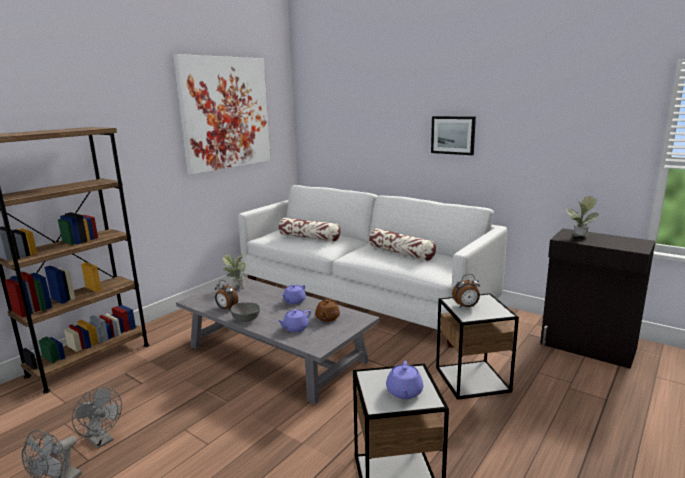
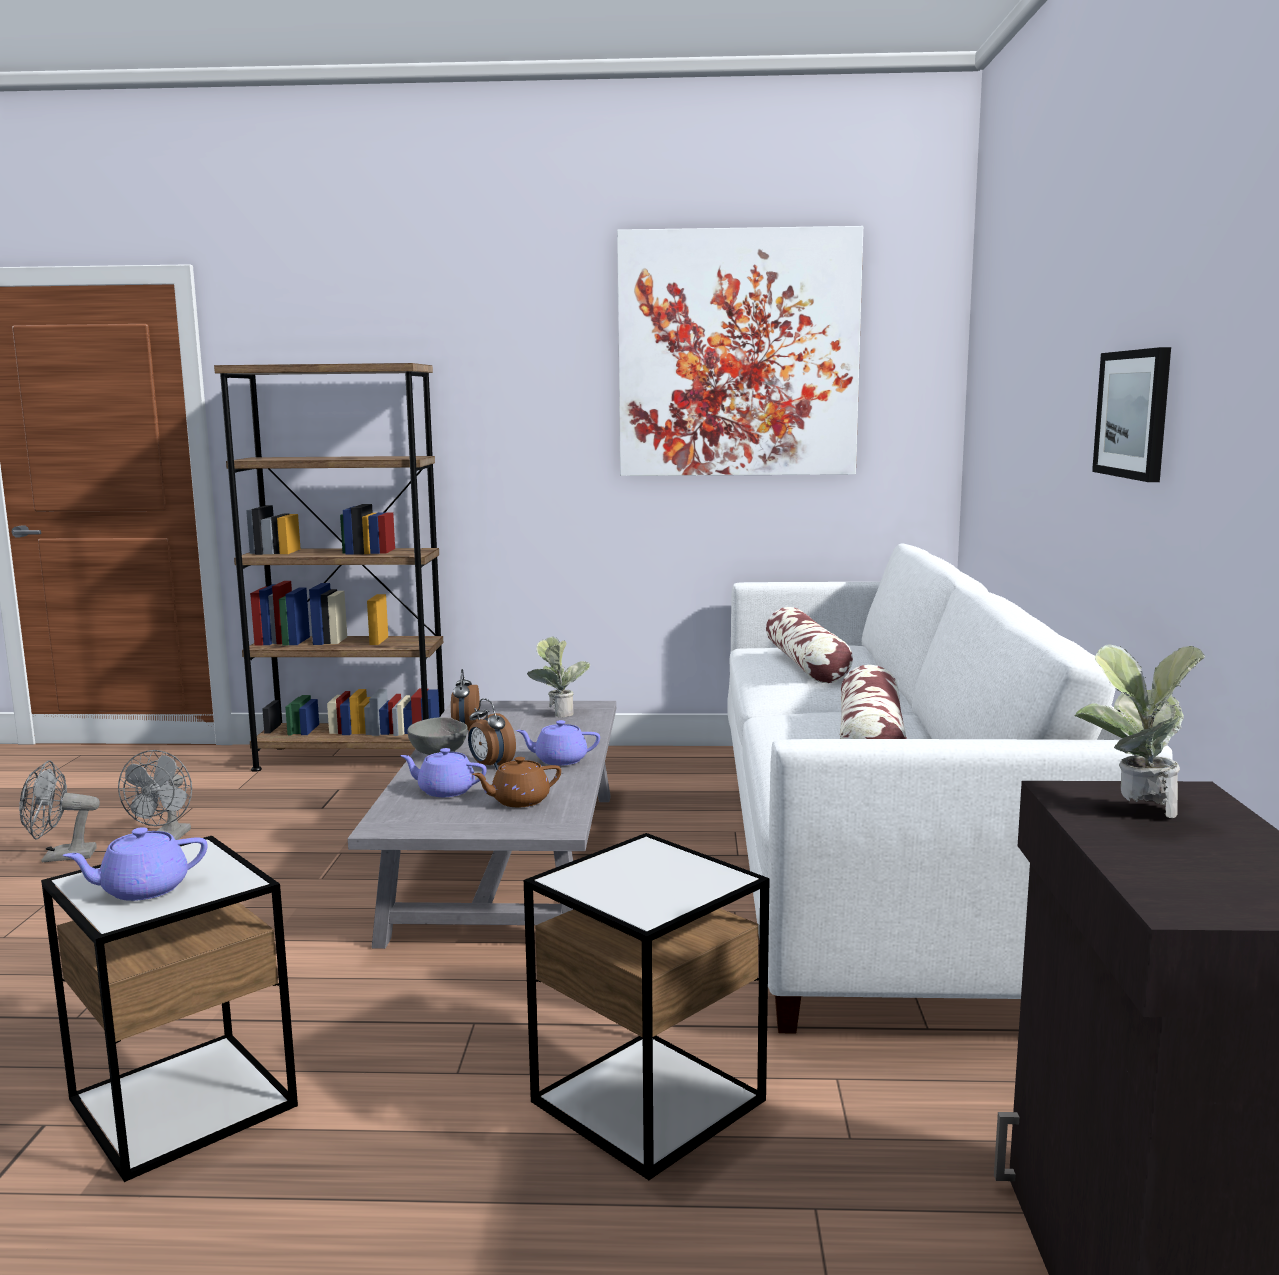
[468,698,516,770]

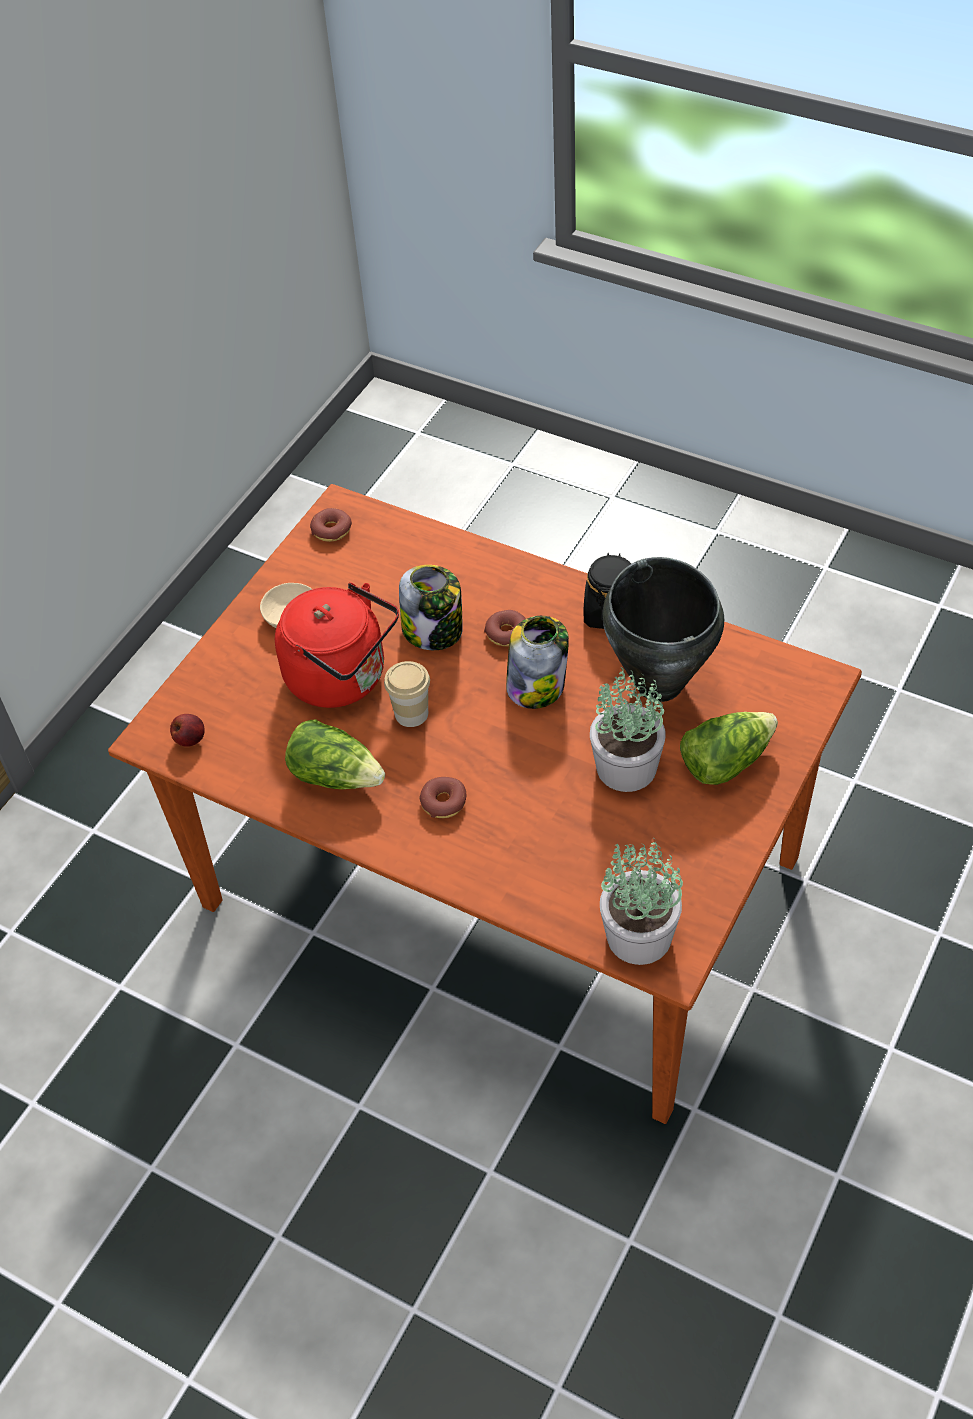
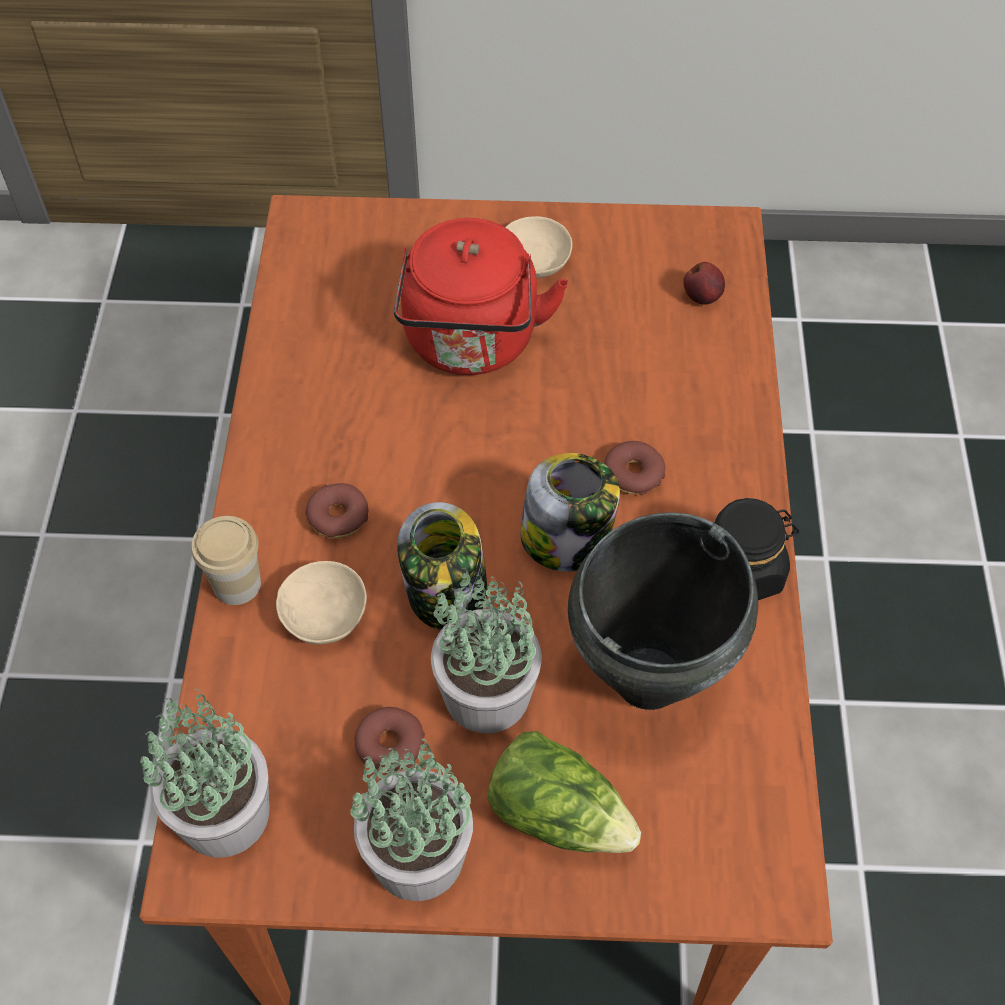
[683,262,725,305]
[285,719,385,789] (first image)
[355,707,425,772]
[192,516,261,605]
[397,502,487,630]
[276,561,367,644]
[351,739,473,901]

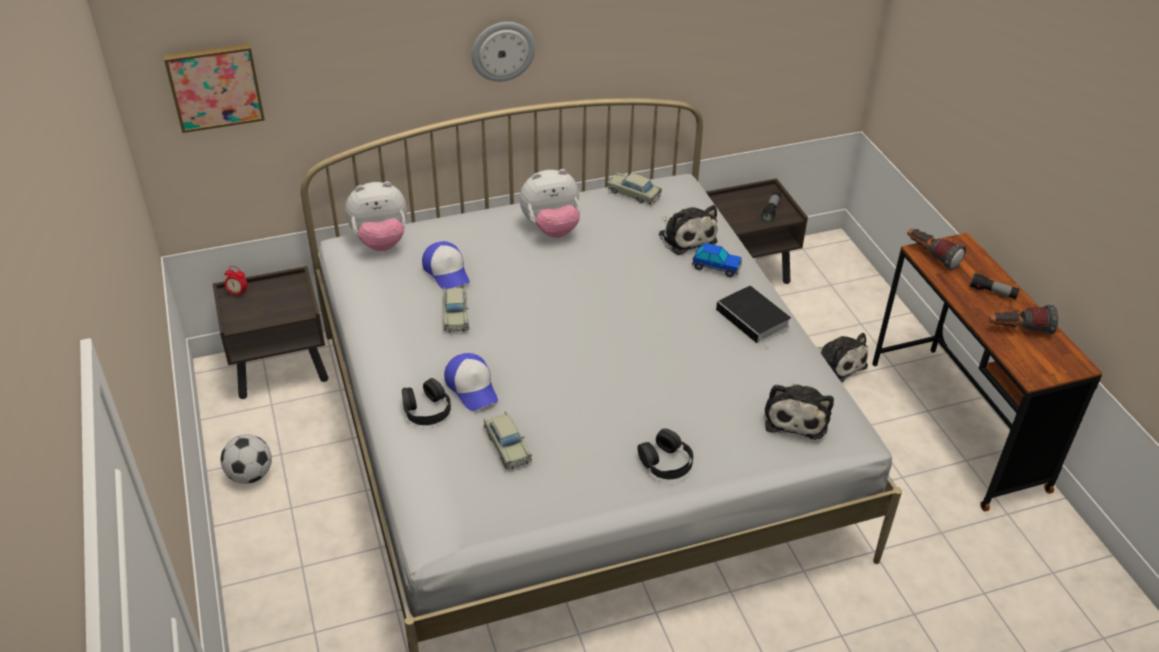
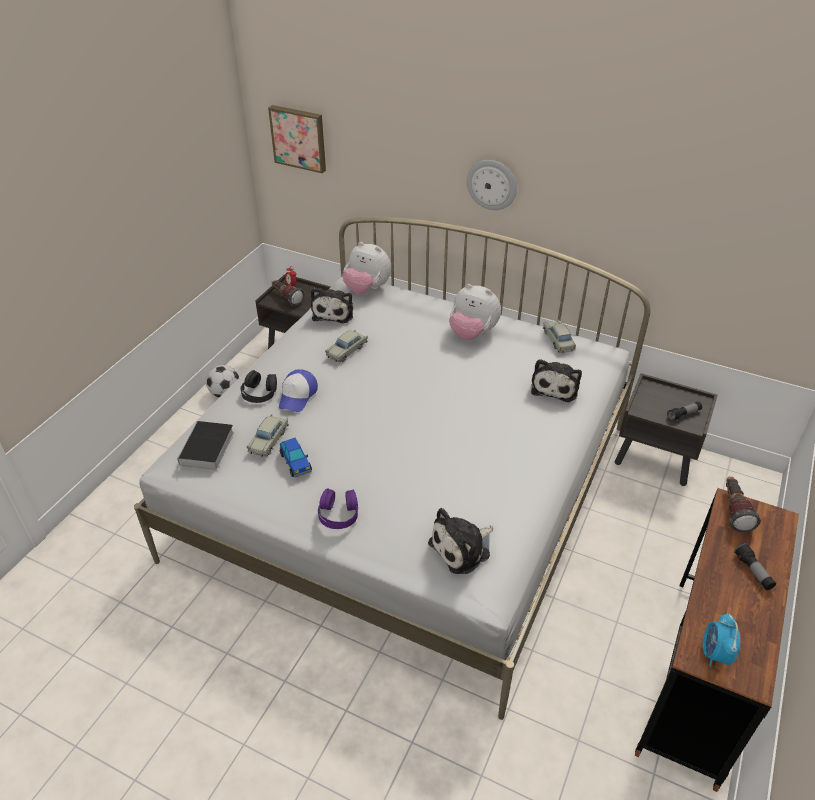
[422,241,470,289] (first image)
[318,489,358,529]
[280,438,312,477]
[177,421,234,473]
[311,288,353,324]
[272,280,304,306]
[703,613,740,667]

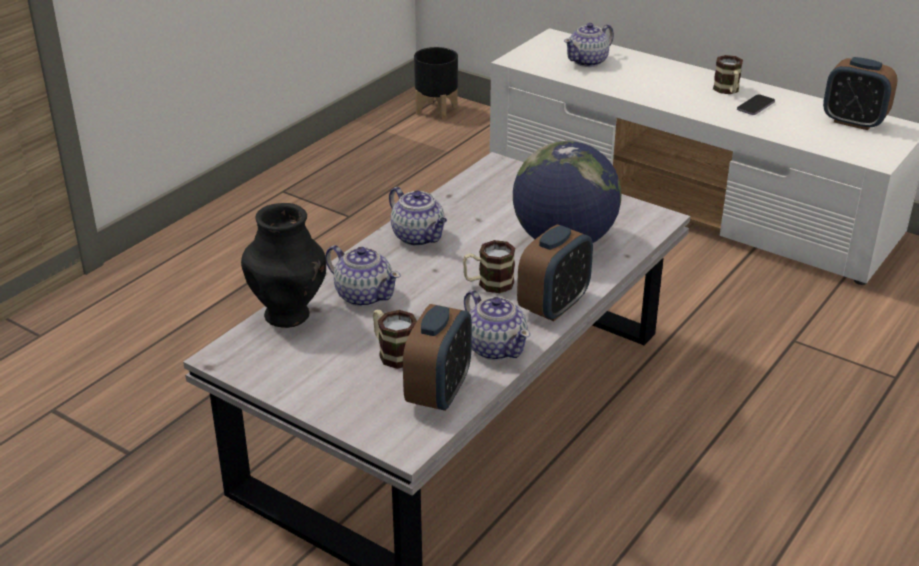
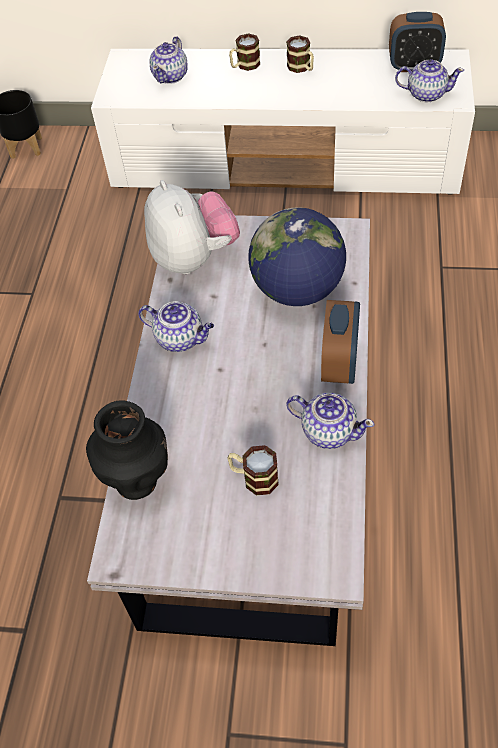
[395,59,464,102]
[403,304,472,411] (first image)
[229,33,260,71]
[737,94,775,115] (first image)
[144,180,240,274]

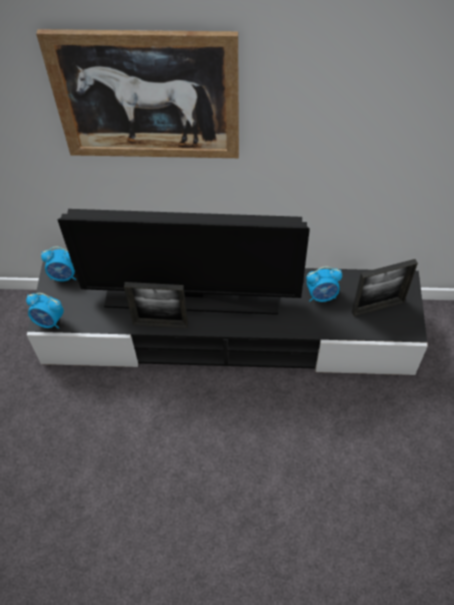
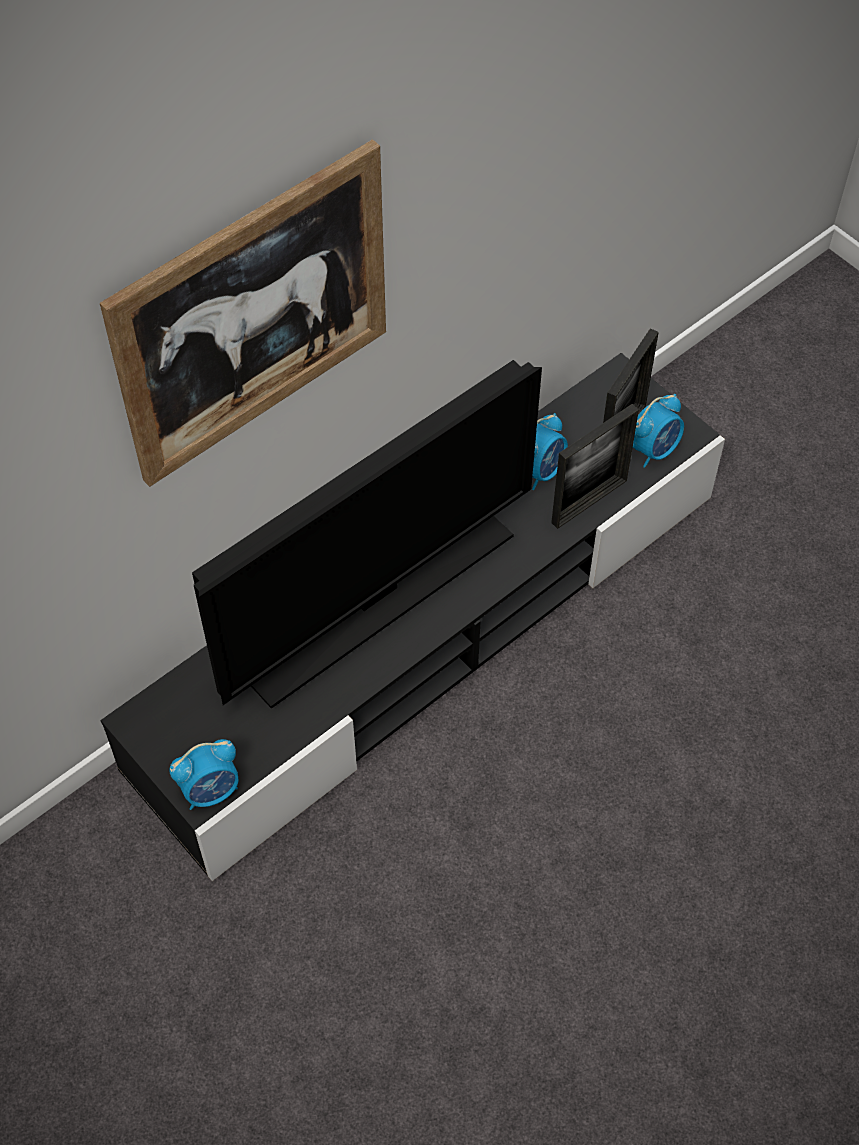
[633,394,684,468]
[551,404,639,529]

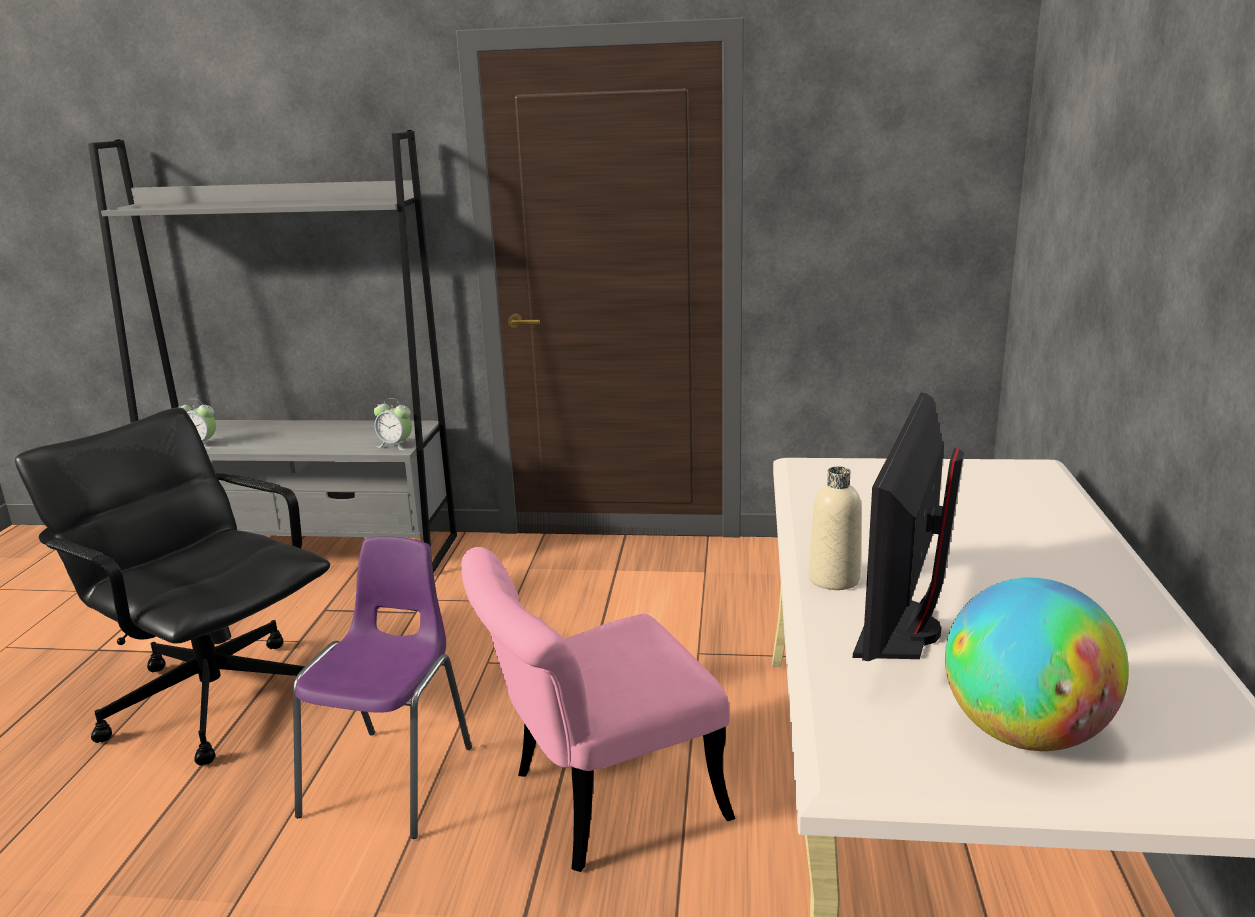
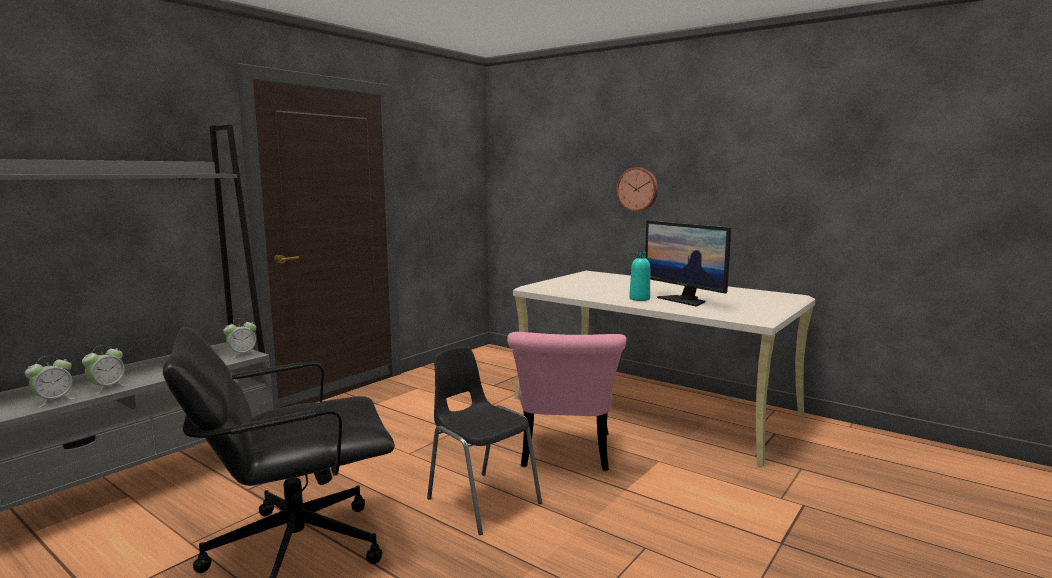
[427,347,542,535]
[629,251,650,301]
[945,578,1129,751] (first image)
[82,345,127,394]
[616,167,658,212]

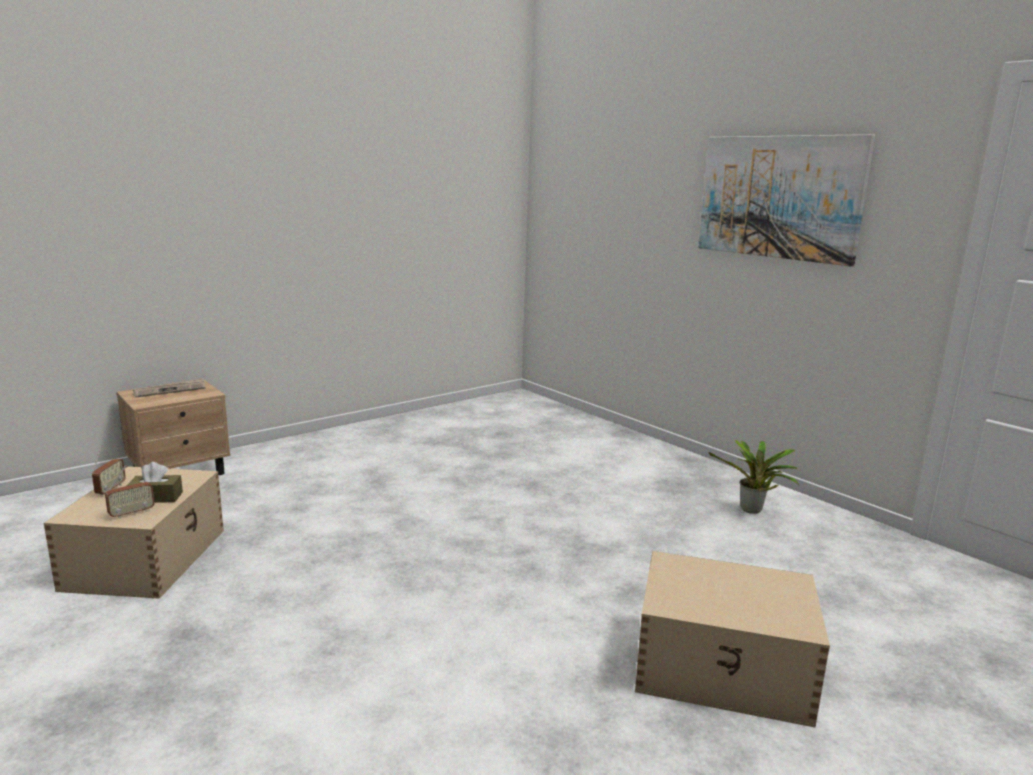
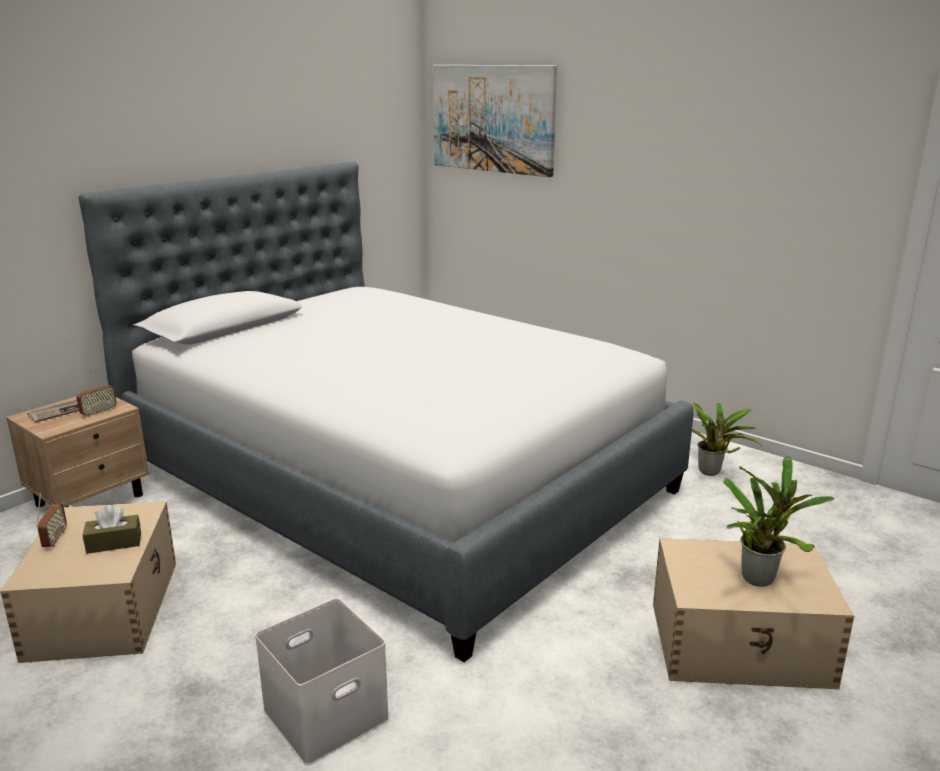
[77,371,117,417]
[433,65,557,177]
[79,161,694,662]
[255,598,389,765]
[723,456,835,587]

